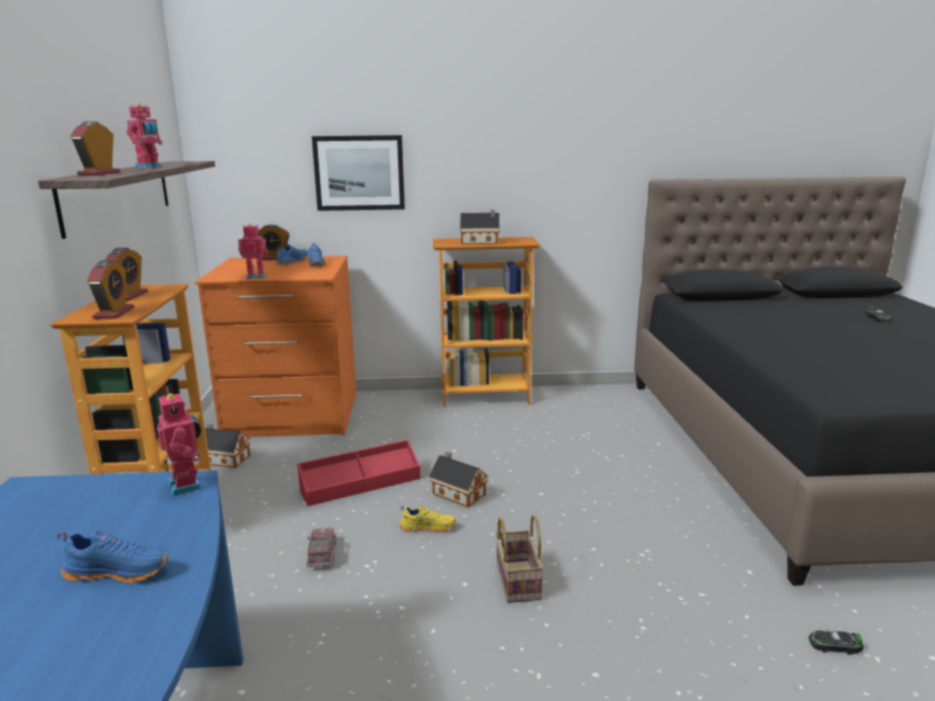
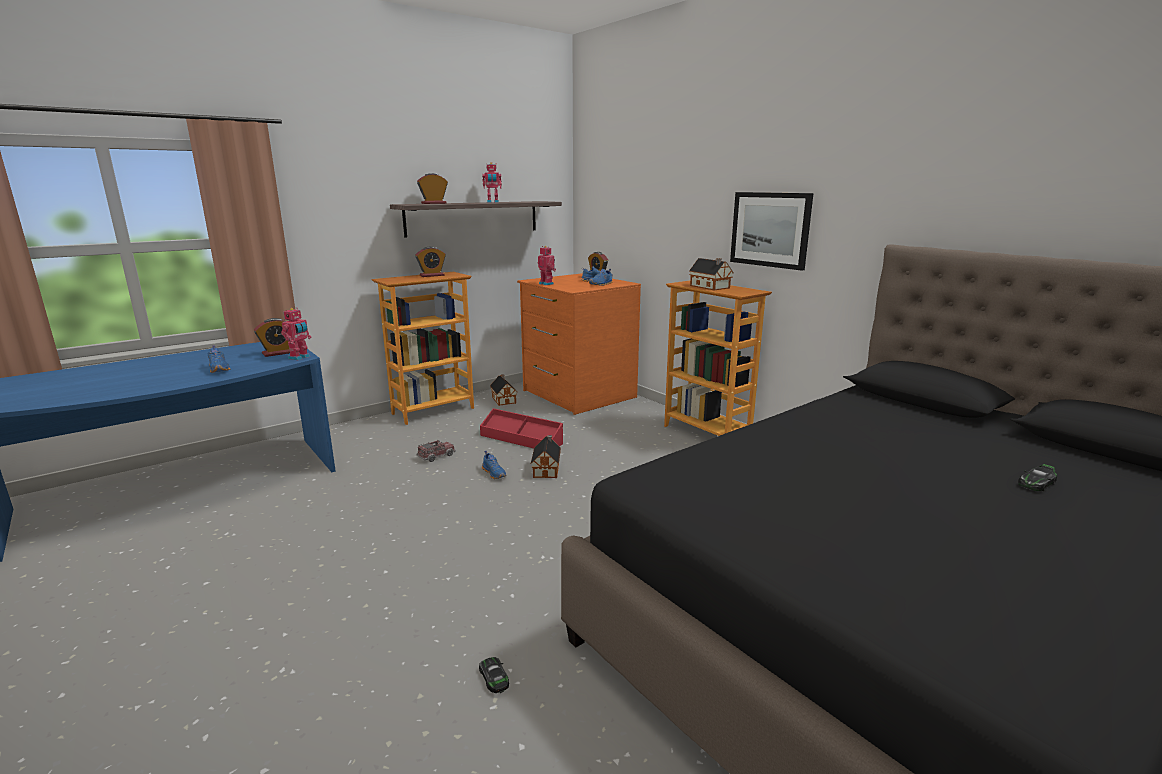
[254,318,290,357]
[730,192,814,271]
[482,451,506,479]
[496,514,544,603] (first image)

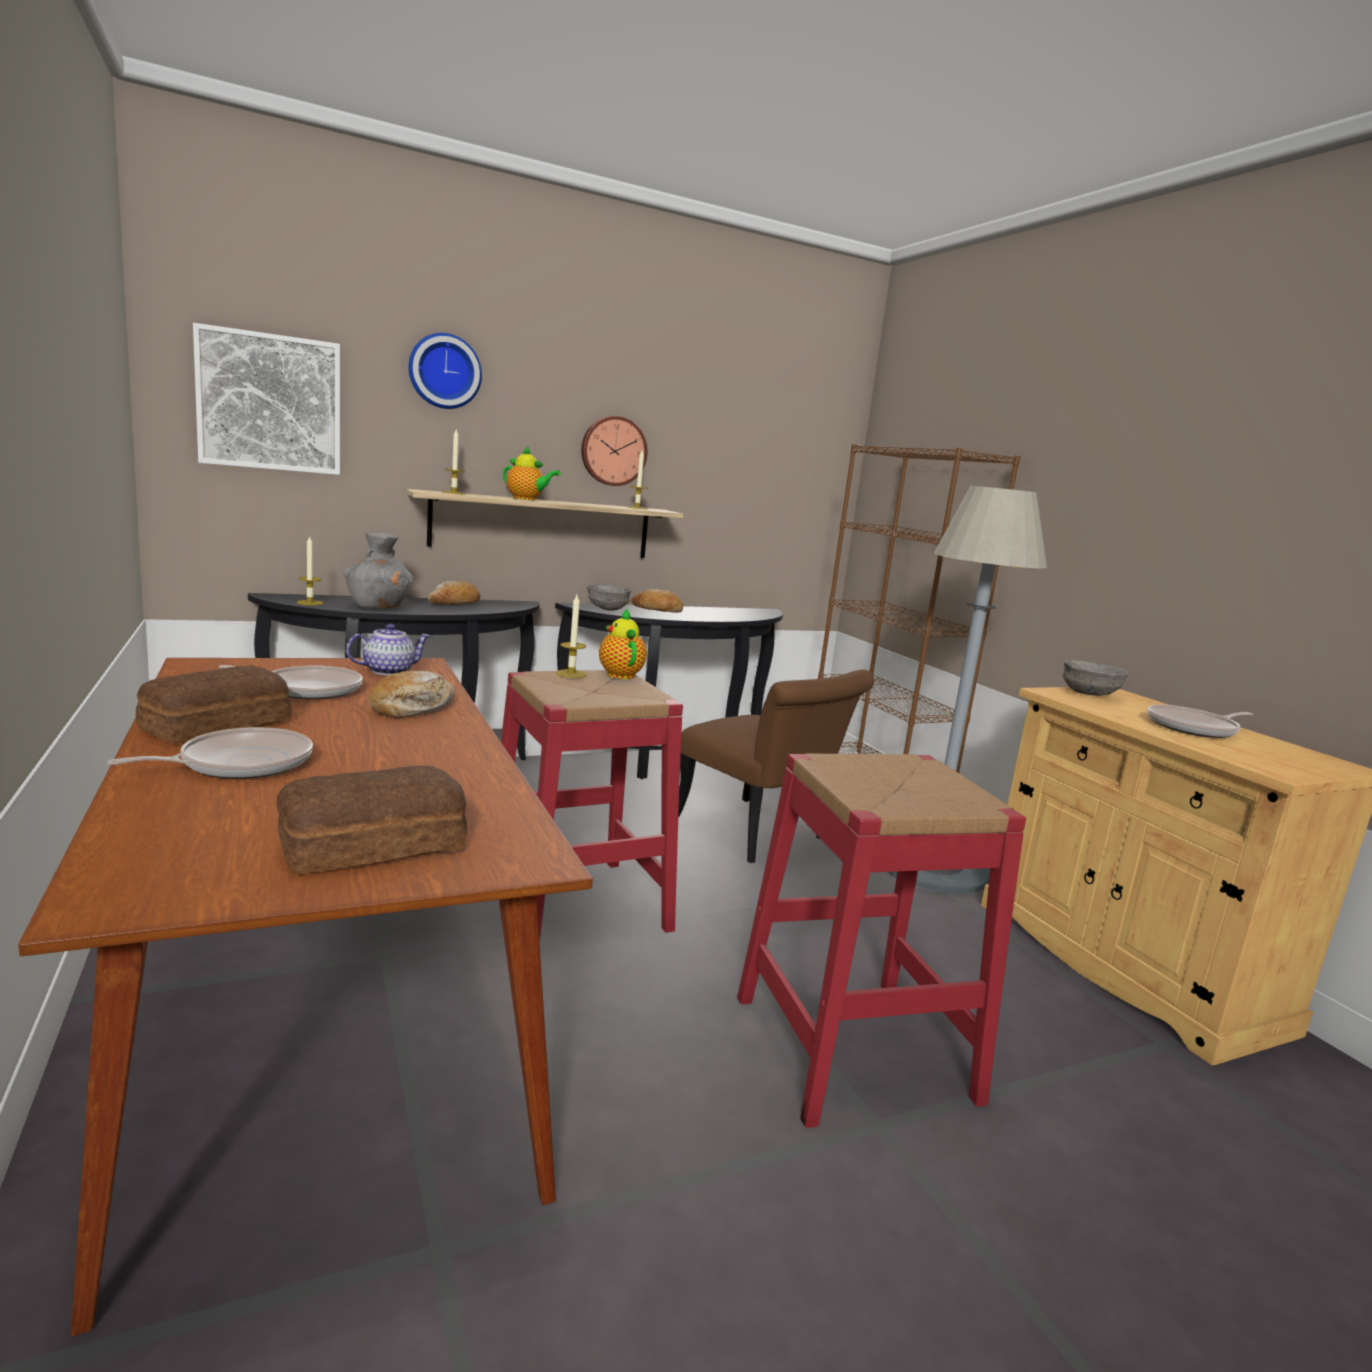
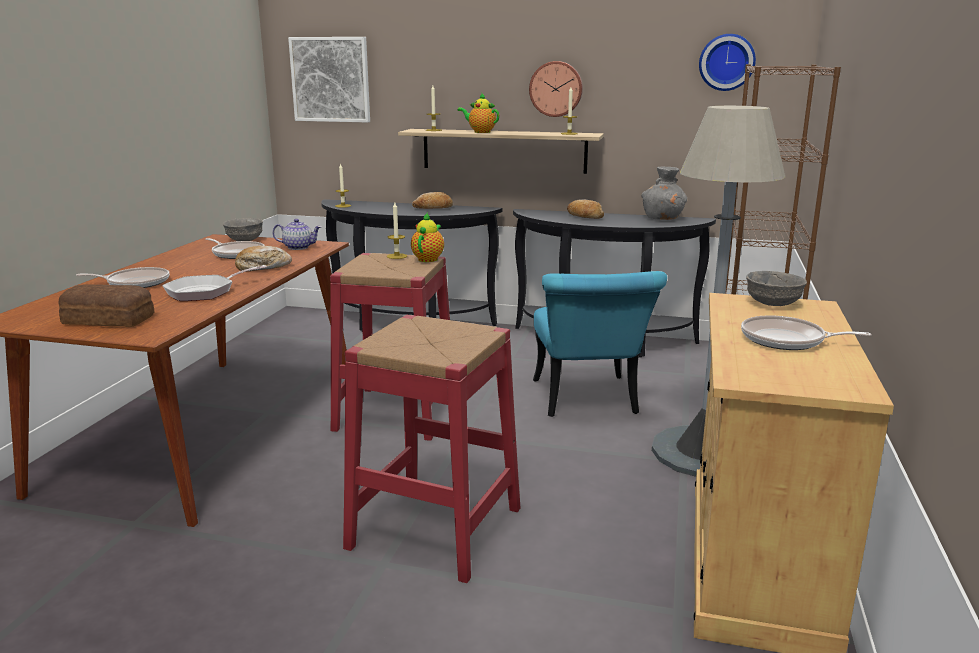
[136,665,292,744] (first image)
[641,166,687,220]
[699,34,756,91]
[457,92,499,133]
[223,218,263,241]
[533,271,667,417]
[162,265,267,301]

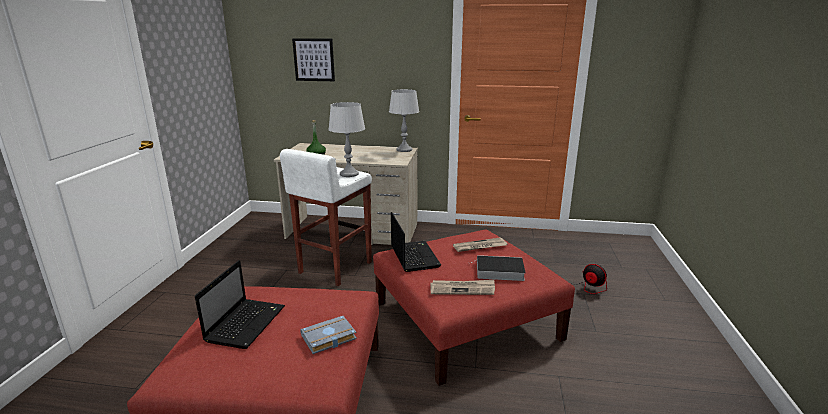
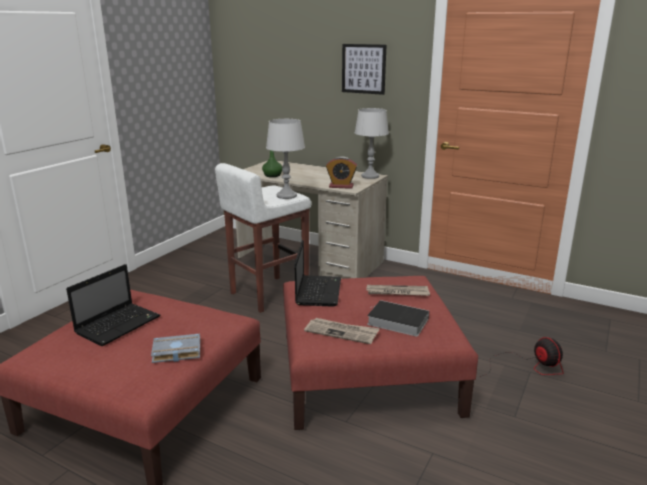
[342,44,386,95]
[326,156,357,189]

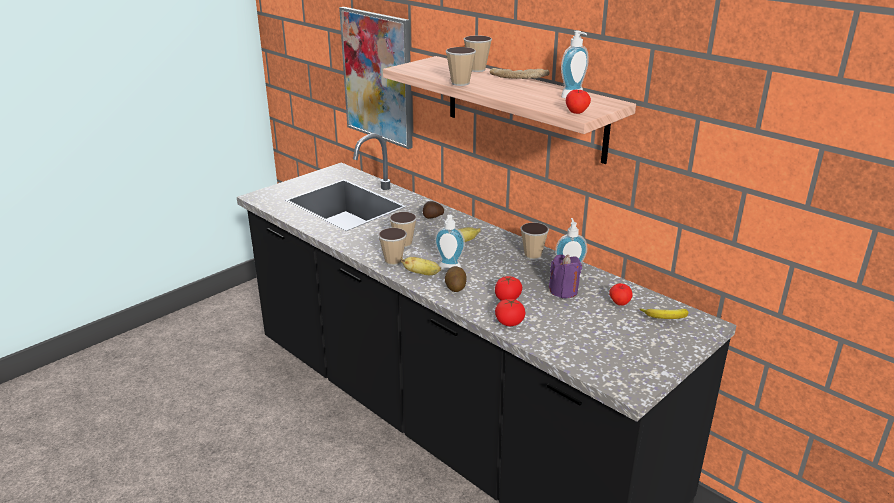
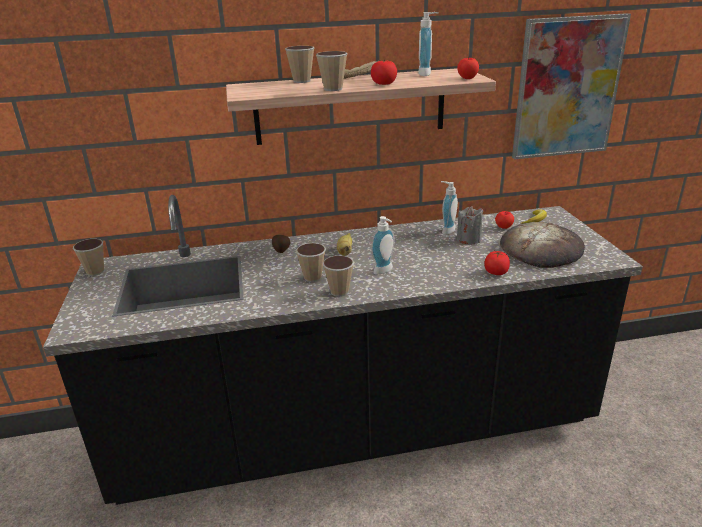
[512,13,631,159]
[400,257,441,275] (first image)
[445,266,467,292] (first image)
[371,60,397,85]
[73,239,104,276]
[457,206,483,244]
[500,222,585,268]

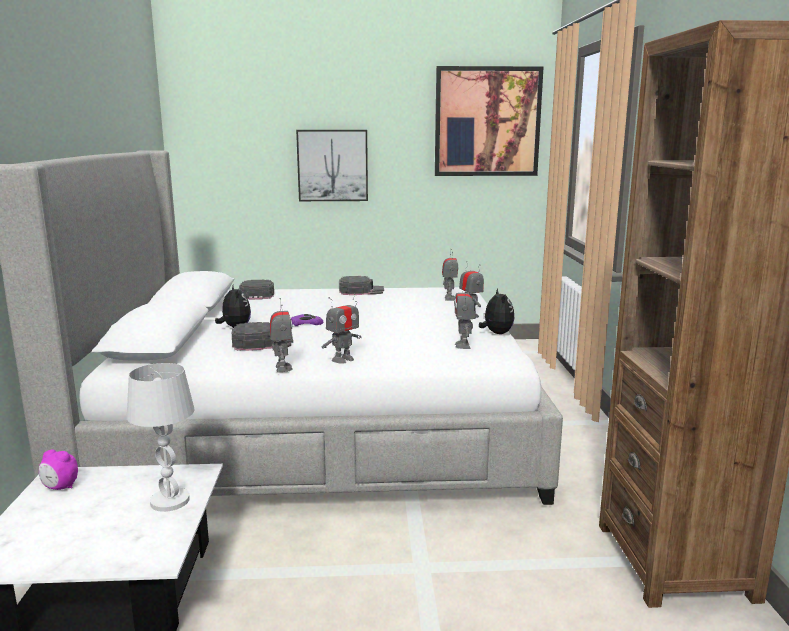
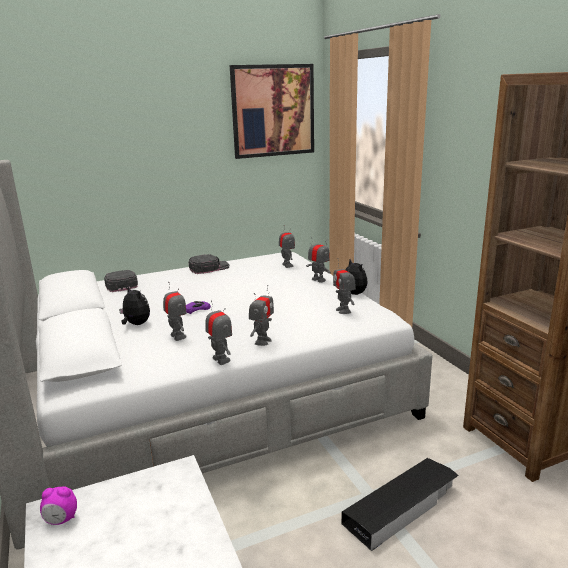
[127,363,195,512] (first image)
[163,282,187,341]
[296,130,368,201] (first image)
[341,458,459,551]

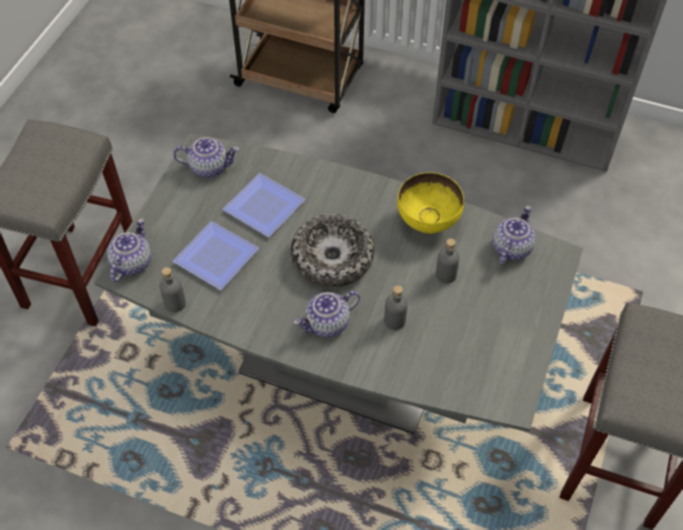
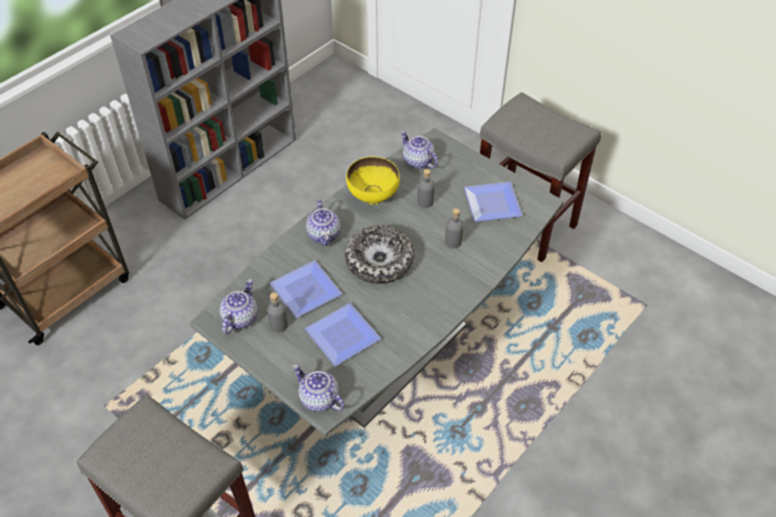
[267,292,288,333]
[306,200,341,246]
[464,182,523,222]

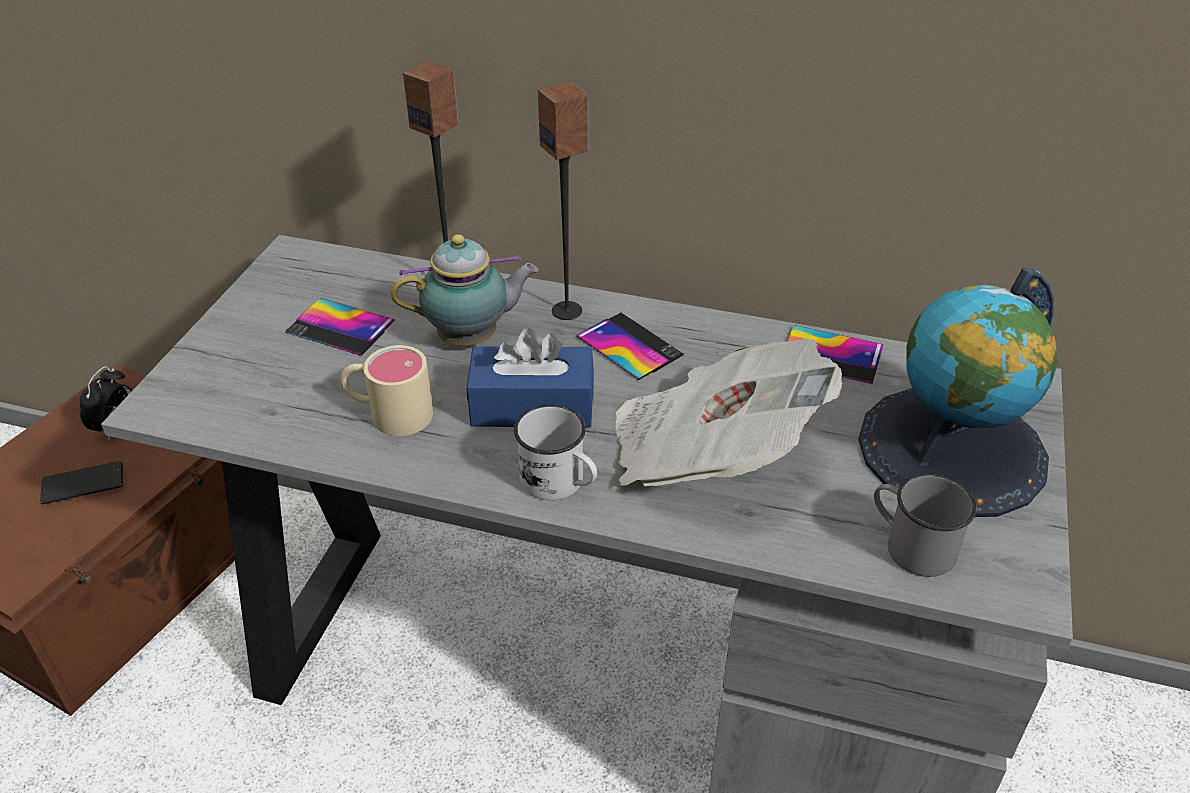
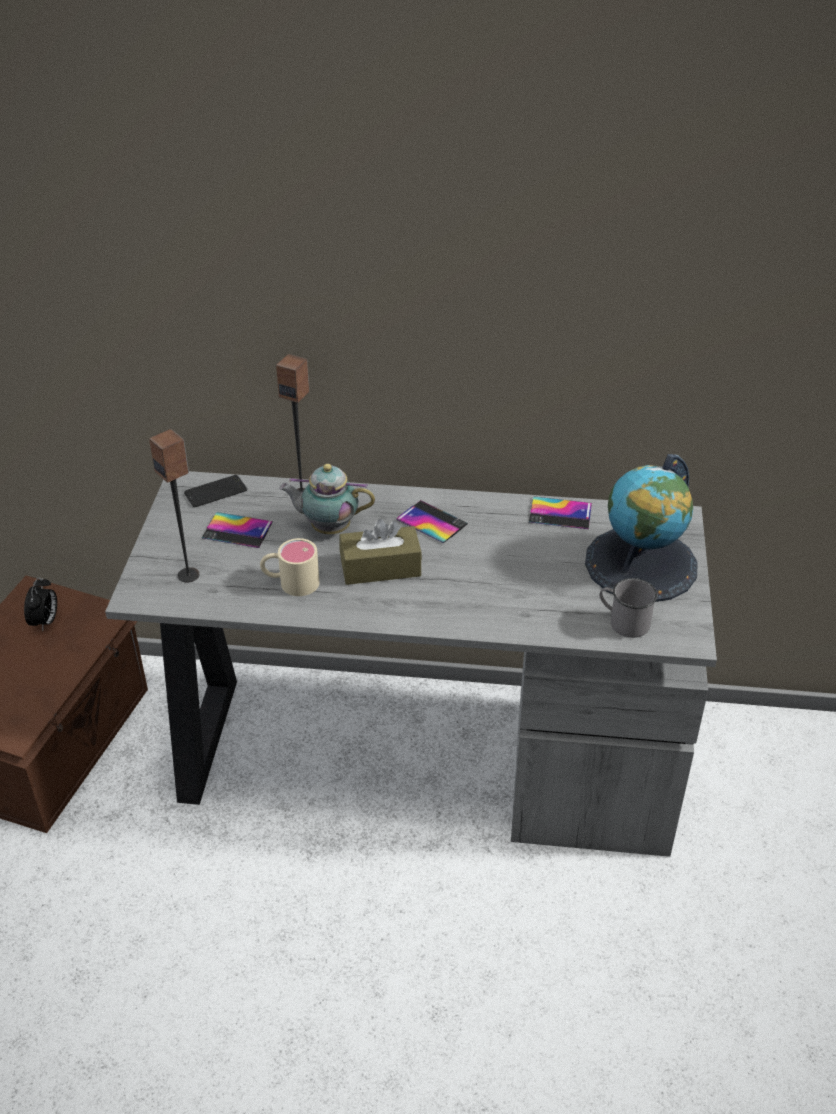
[184,475,247,507]
[279,464,375,534]
[339,519,422,585]
[514,404,597,501] (first image)
[149,429,199,583]
[615,339,842,486] (first image)

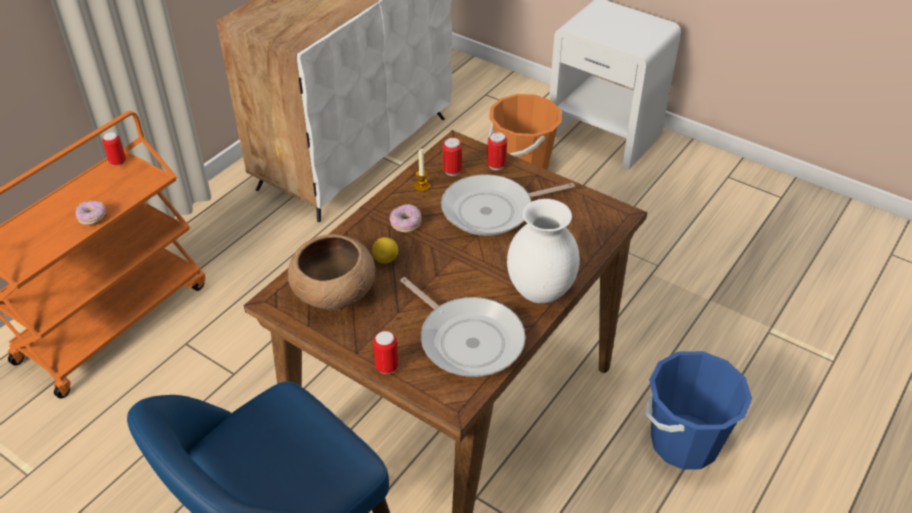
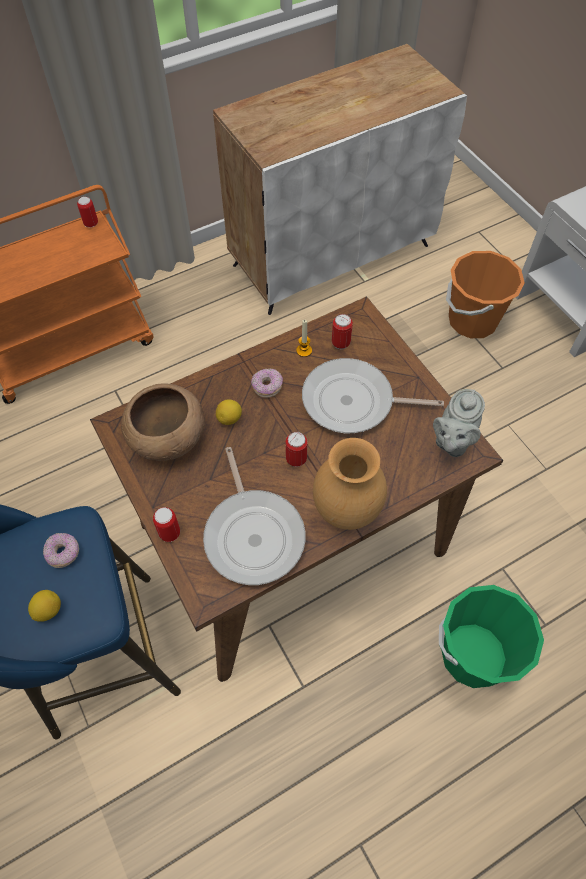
[43,533,79,568]
[286,432,308,467]
[313,438,387,530]
[439,585,544,688]
[28,590,61,622]
[433,389,485,457]

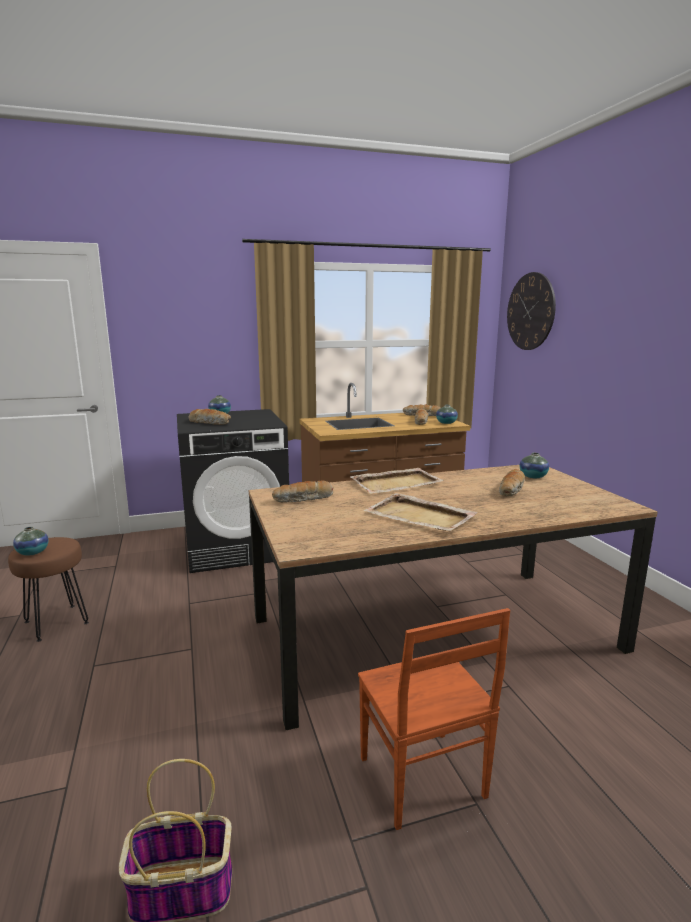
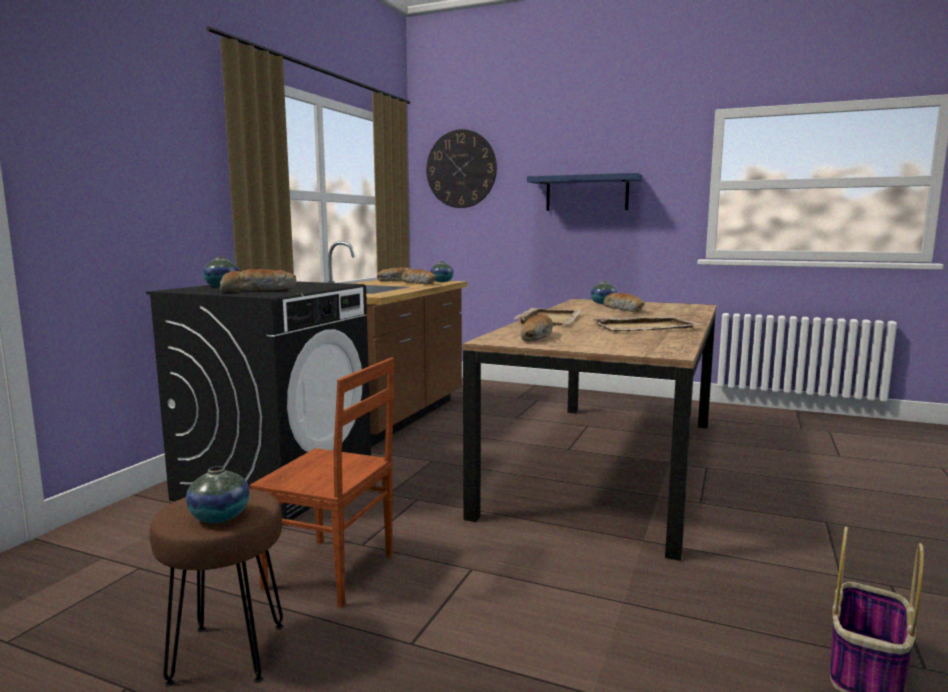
[250,358,394,607]
[527,173,642,211]

